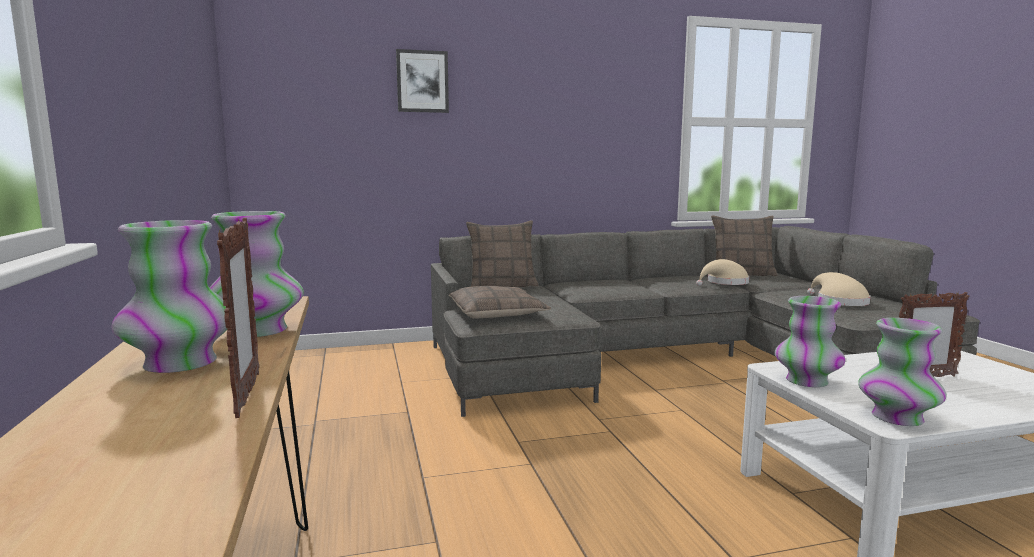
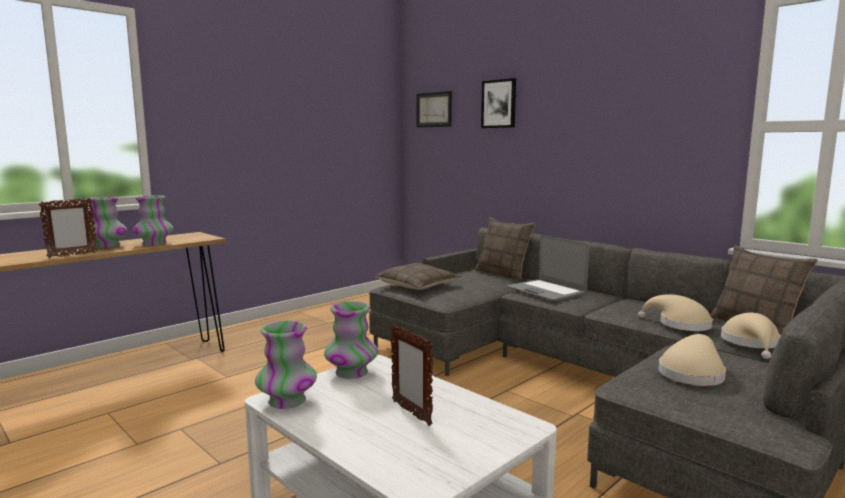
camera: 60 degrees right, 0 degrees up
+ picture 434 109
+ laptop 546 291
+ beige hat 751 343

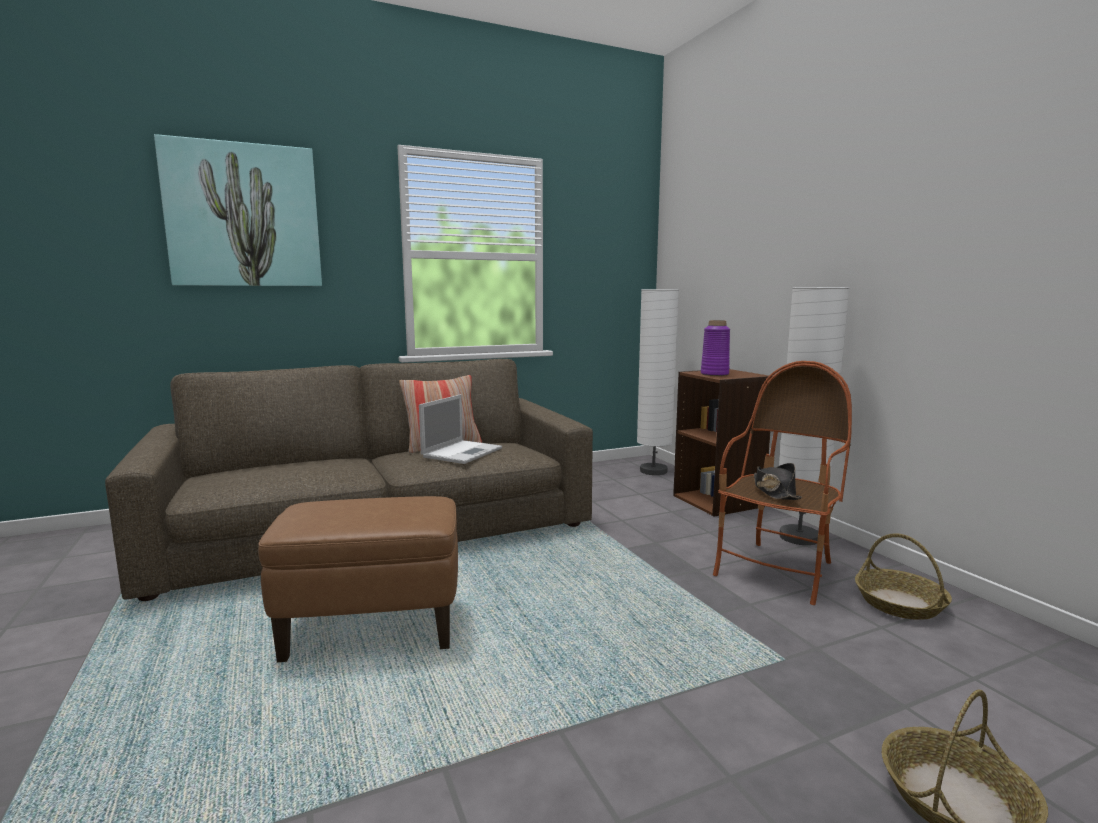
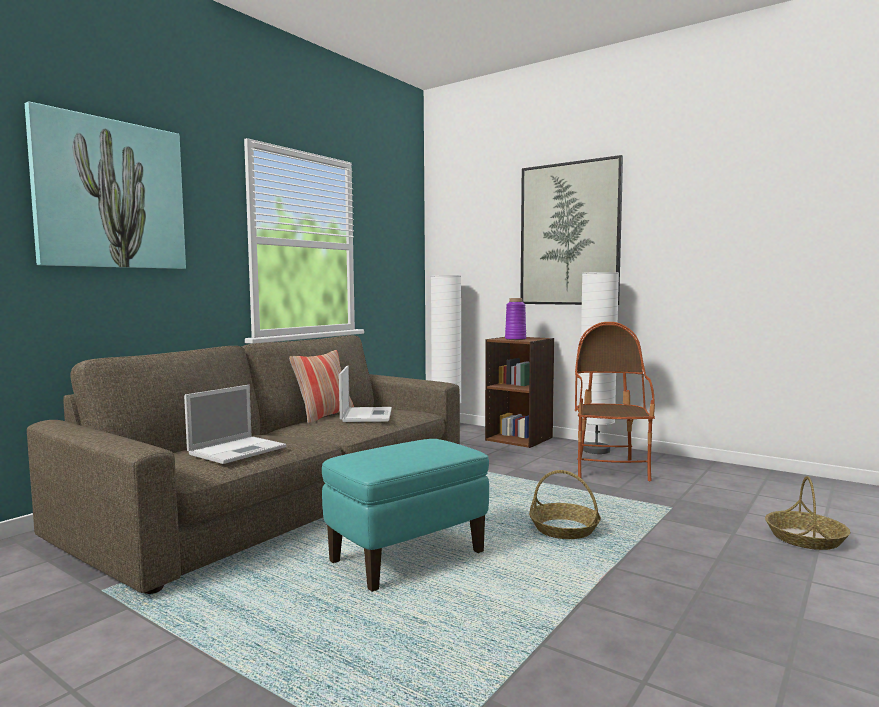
camera: 30 degrees left, 5 degrees down
+ laptop 238 450
~ brown ottoman 373 629 to turquoise ottoman 408 556
+ picture 569 234
~ basket 900 603 to 564 529
- black hat 774 491

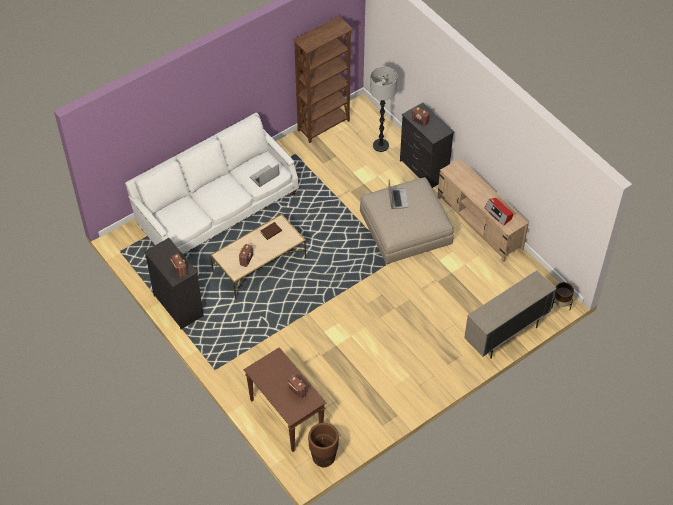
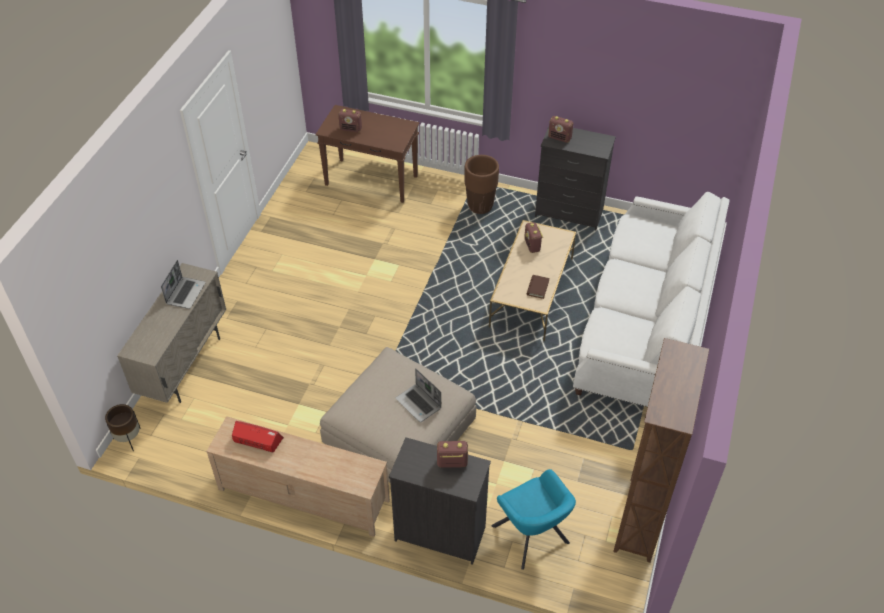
camera: 145 degrees right, 5 degrees down
~ laptop 264 177 to 185 293
~ brown planter 323 458 to 480 206
~ floor lamp 381 145 to turquoise armchair 532 536

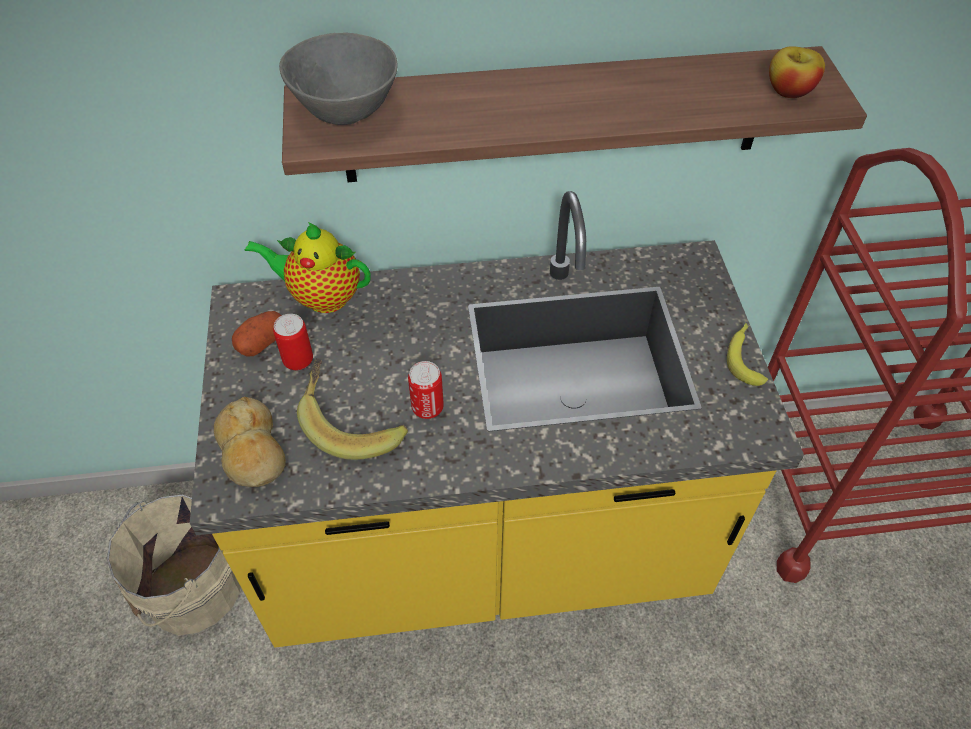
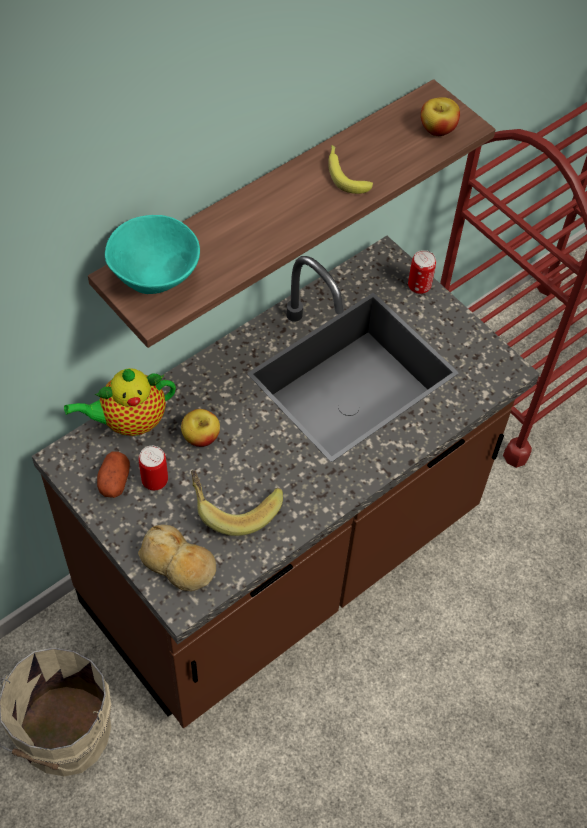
camera: 35 degrees left, 5 degrees up
~ yellow counter 485 547 to brown counter 284 563
~ grey bowl 345 113 to turquoise bowl 156 279
+ apple 201 437
~ banana 745 357 to 345 173
~ can 427 408 to 419 286

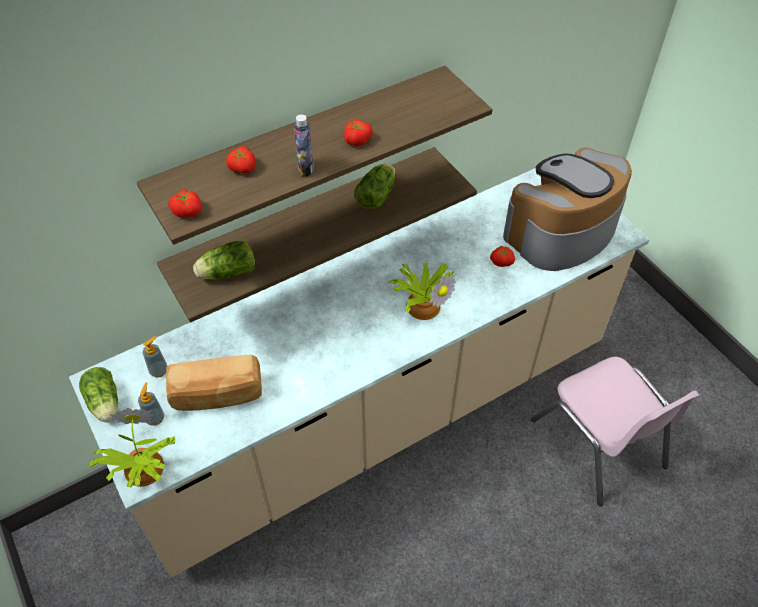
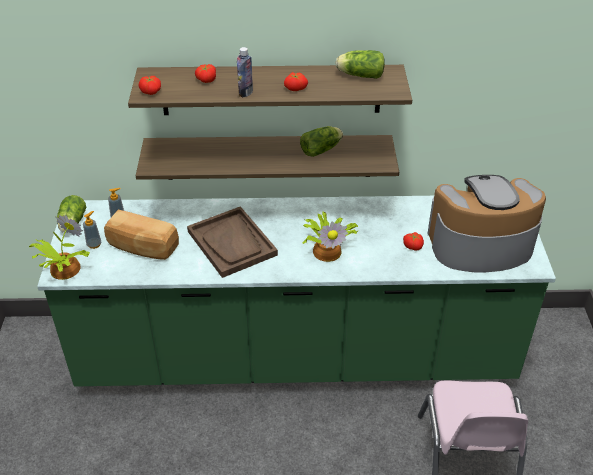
camera: 30 degrees right, 10 degrees down
~ beige counter 379 416 to green counter 296 357
+ brown tray 232 243
~ lettuce 226 273 to 359 75

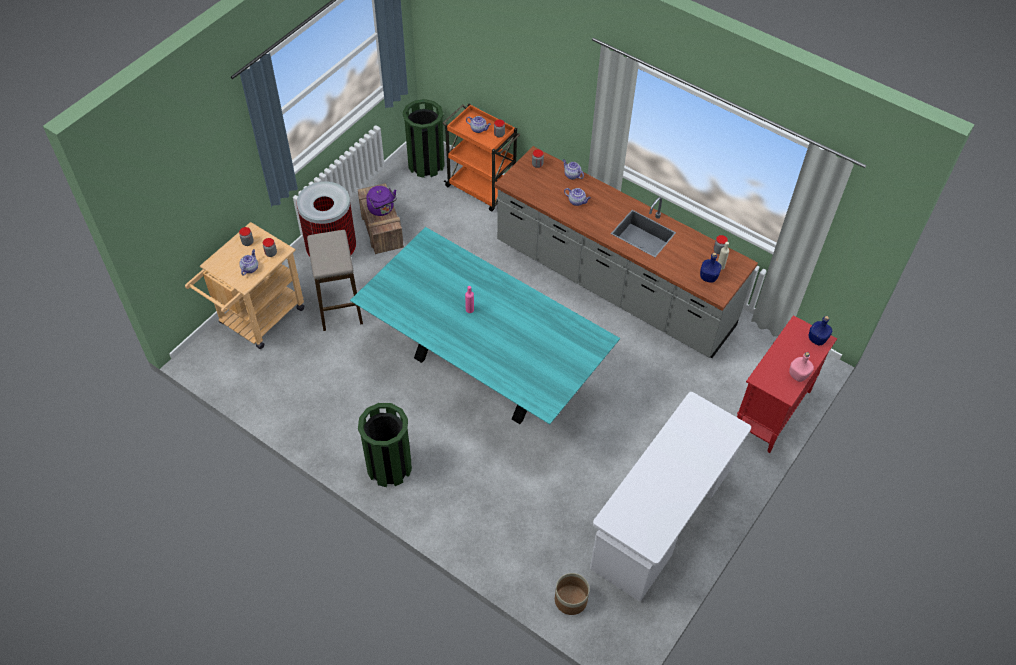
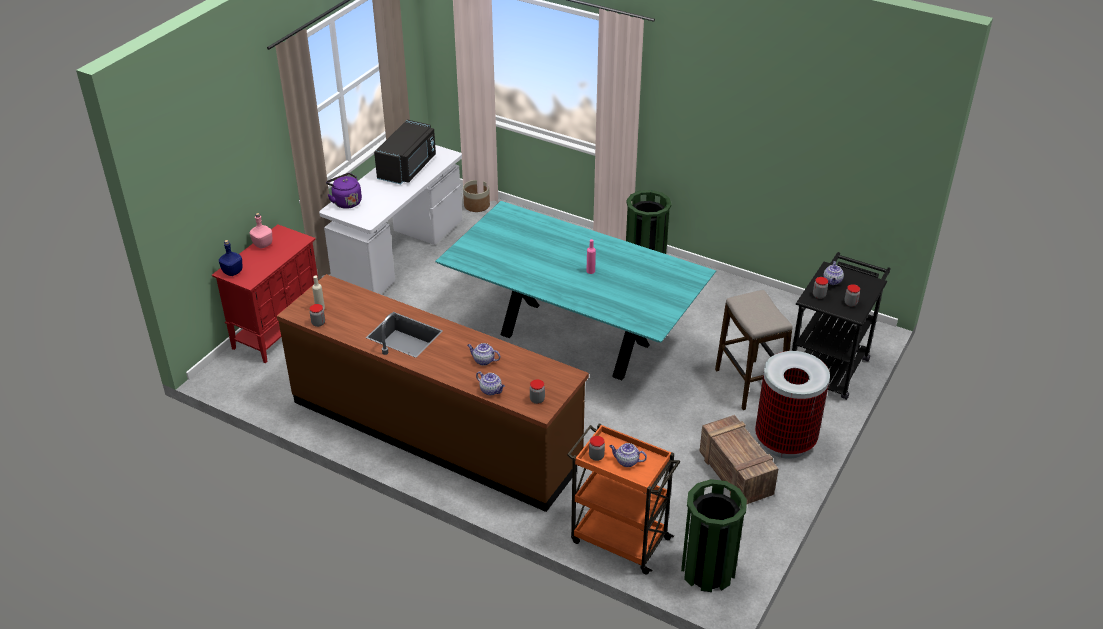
camera: 175 degrees right, 15 degrees down
~ grey counter 613 286 to brown counter 435 431
~ purple kettle 382 209 to 346 202
+ black microwave 408 167
~ beige cart 257 320 to black cart 830 364
- blue bottle 708 277

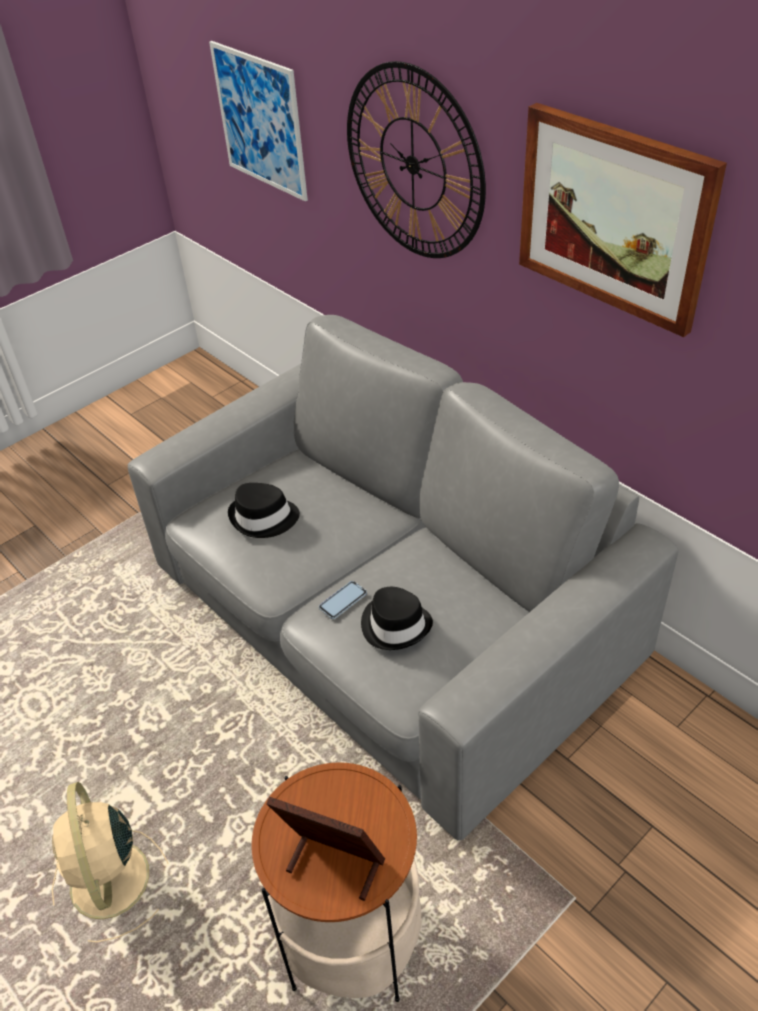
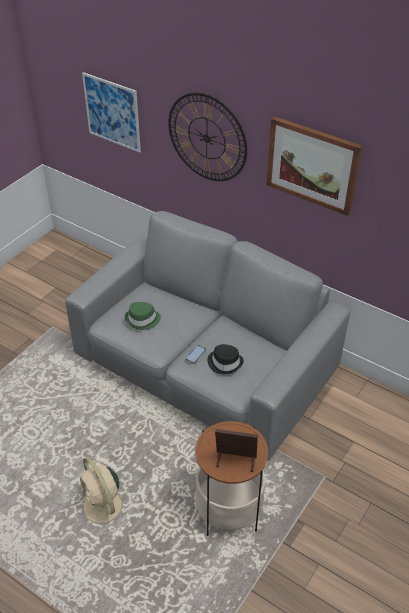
camera: 15 degrees left, 0 degrees up
~ black hat 264 518 to green hat 142 320

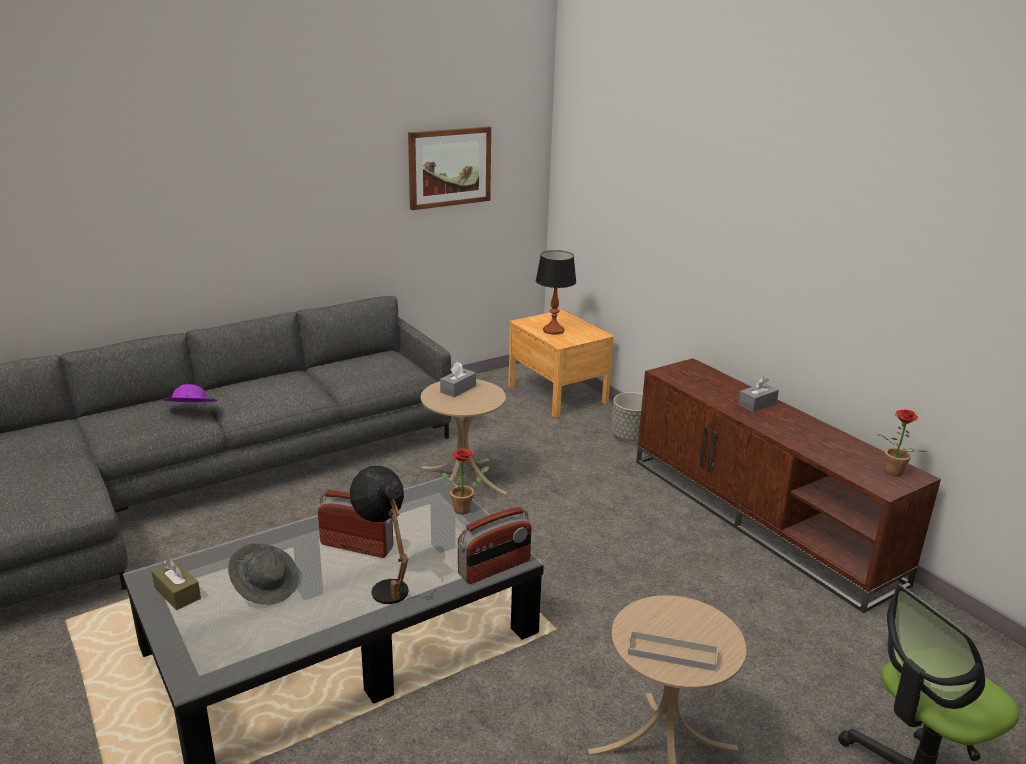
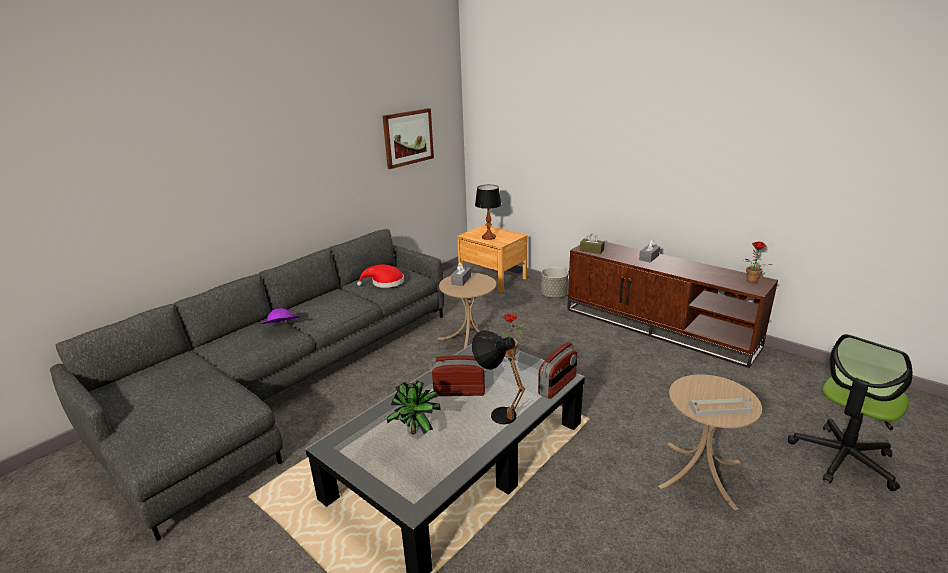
camera: 15 degrees left, 0 degrees up
+ red hat 385 283
~ grey hat 266 586 to potted plant 417 432
~ brown tissue box 177 593 to 591 250

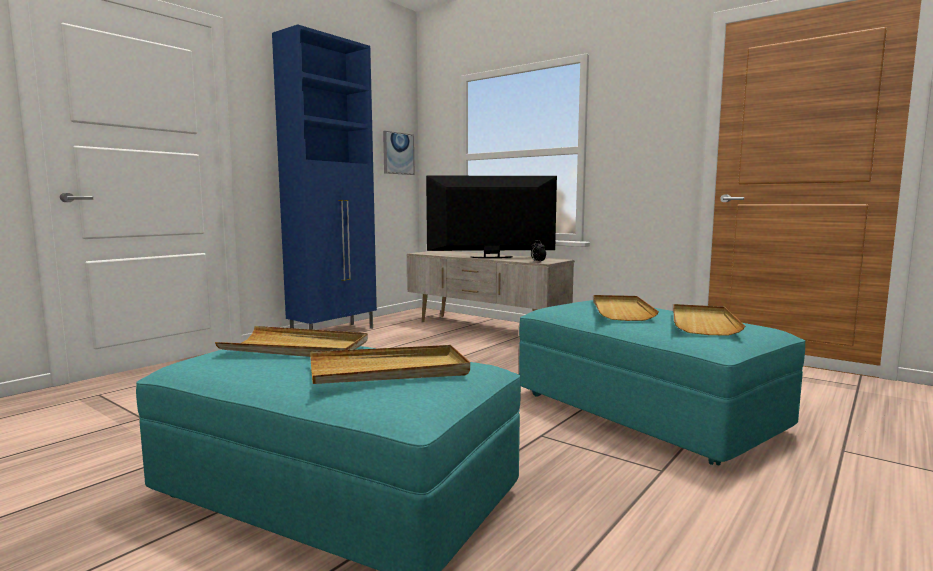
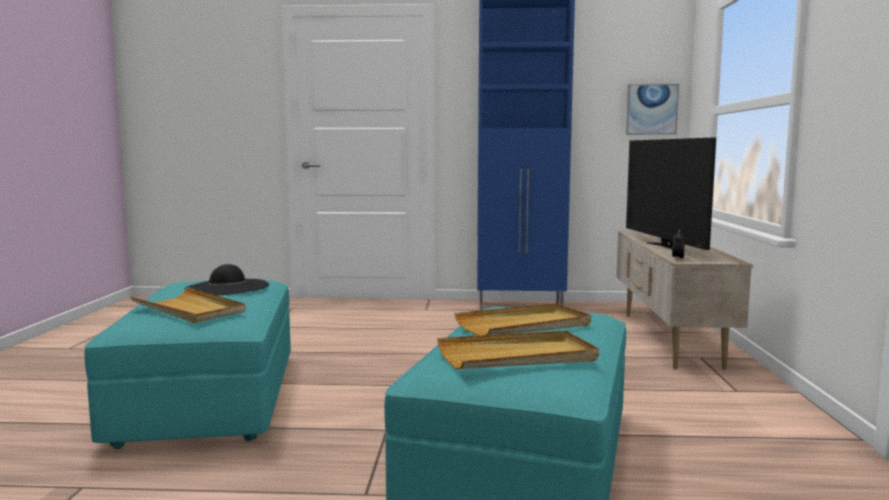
camera: 55 degrees right, 0 degrees up
~ beige tray 296 348 to black hat 227 287
~ television 491 257 = 665 247 150 degrees counterclockwise

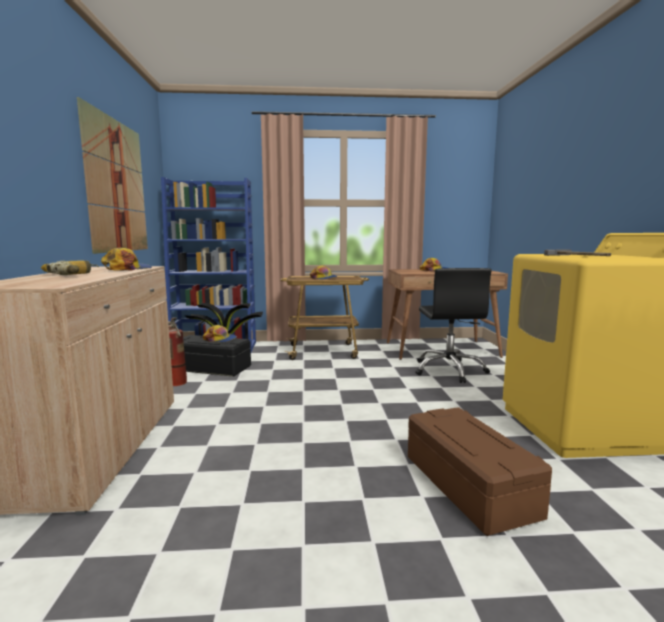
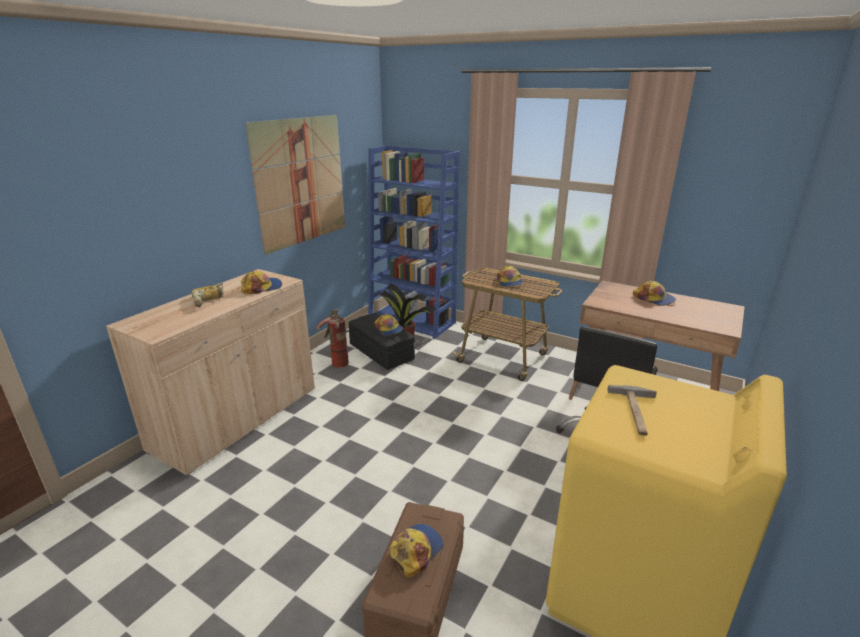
camera: 35 degrees right, 15 degrees up
+ cap 416 550

